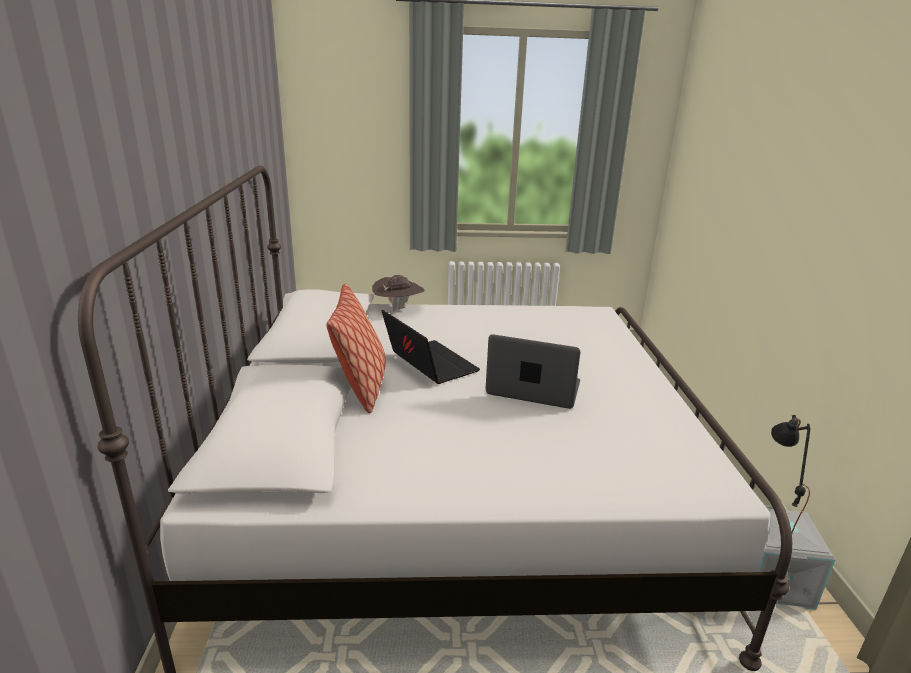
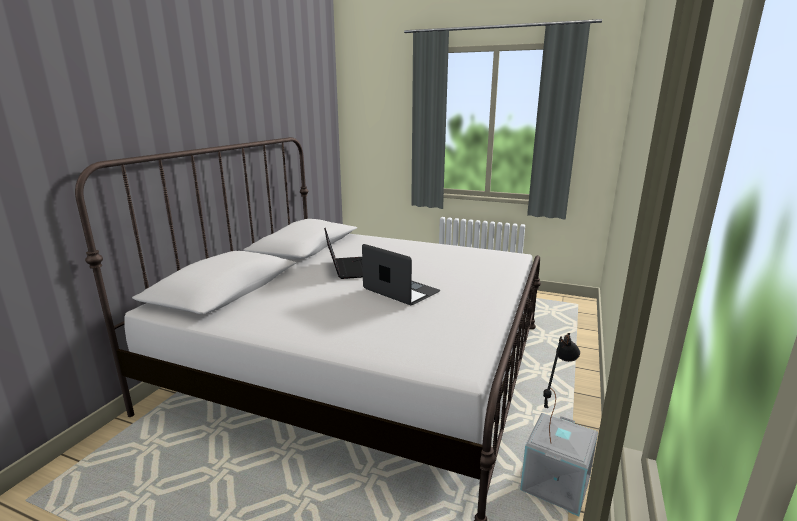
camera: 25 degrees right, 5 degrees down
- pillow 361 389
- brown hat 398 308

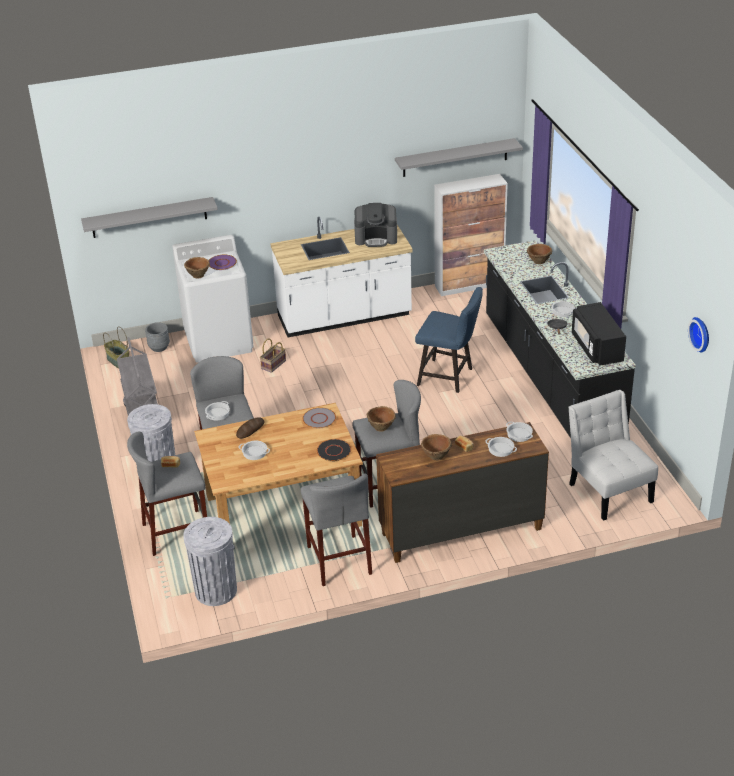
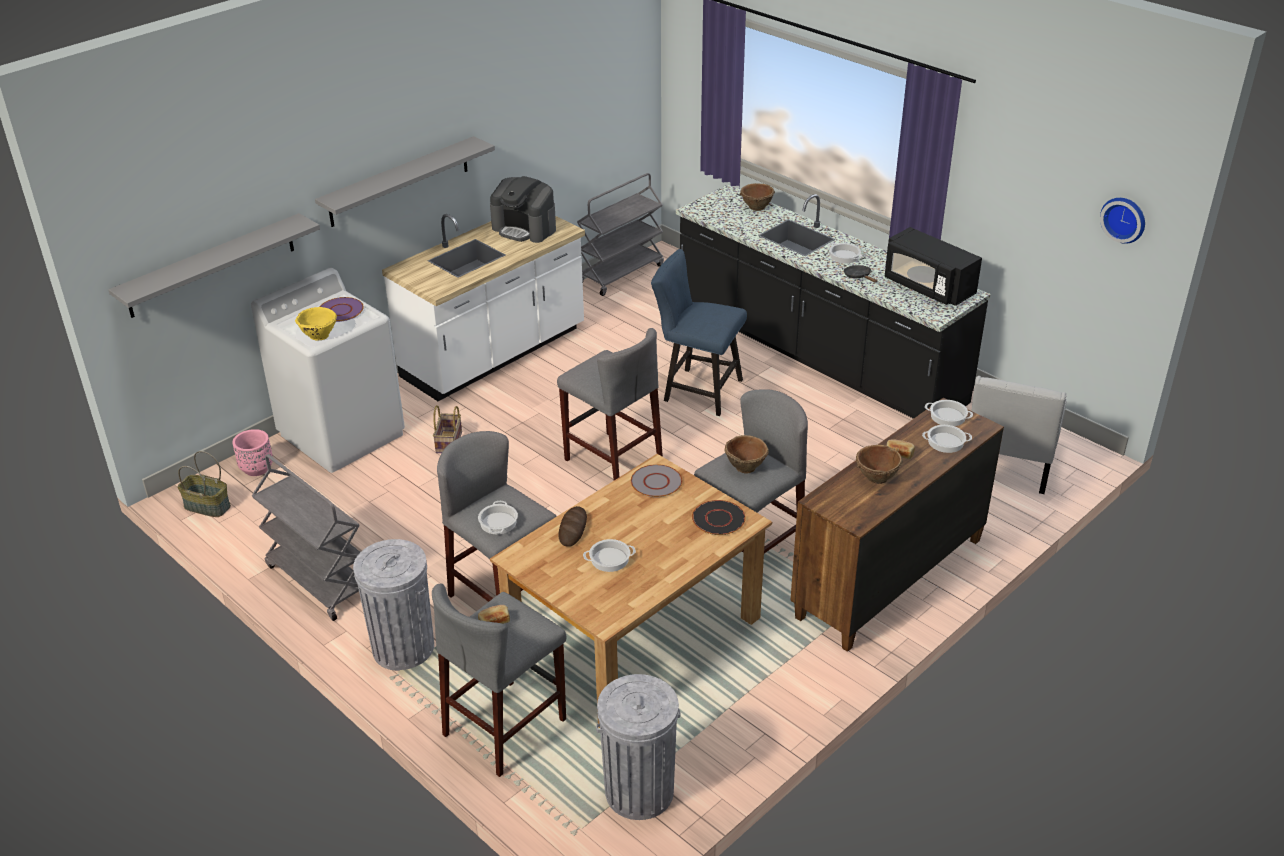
camera: 30 degrees left, 0 degrees up
~ grey planter 159 347 to pink planter 256 468
~ brown bowl 198 275 to yellow bowl 318 335
~ grey shelf 455 157 to 399 182
~ coffee machine 376 238 = 525 229 60 degrees clockwise
~ grey stool 339 560 to 613 461
~ cabinet 469 285 to grey cart 621 273
~ blue chair 449 377 = 697 390 150 degrees counterclockwise
~ white chair 608 490 = 1007 465 105 degrees counterclockwise

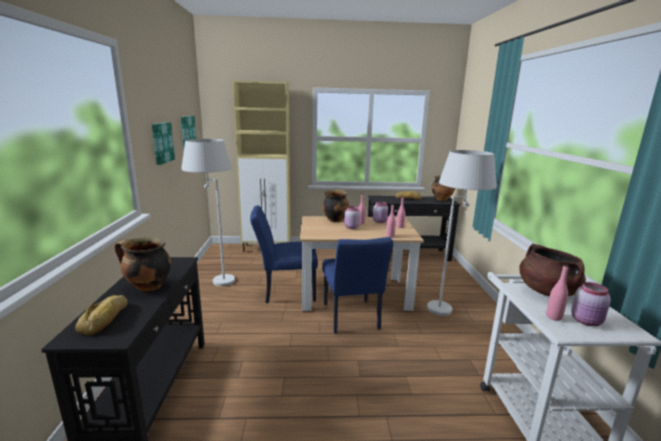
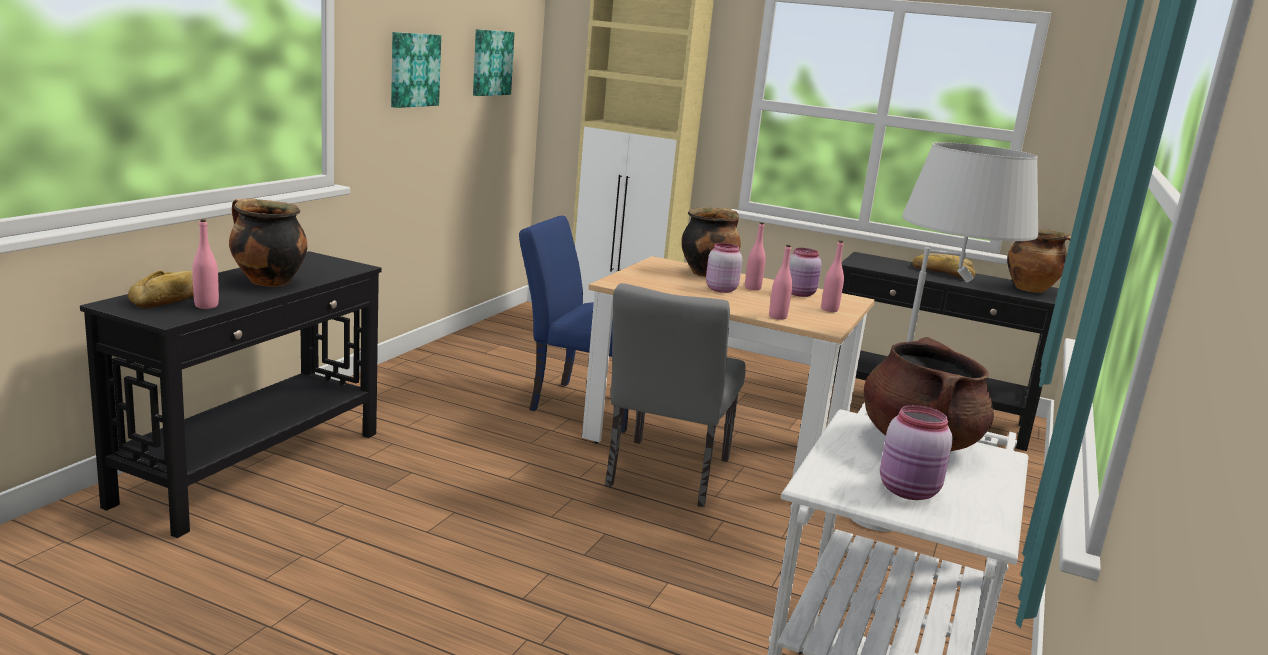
camera: 25 degrees right, 0 degrees up
~ pink bottle 553 317 to 206 306
~ blue chair 352 319 to grey chair 664 477
- white floor lamp 215 278

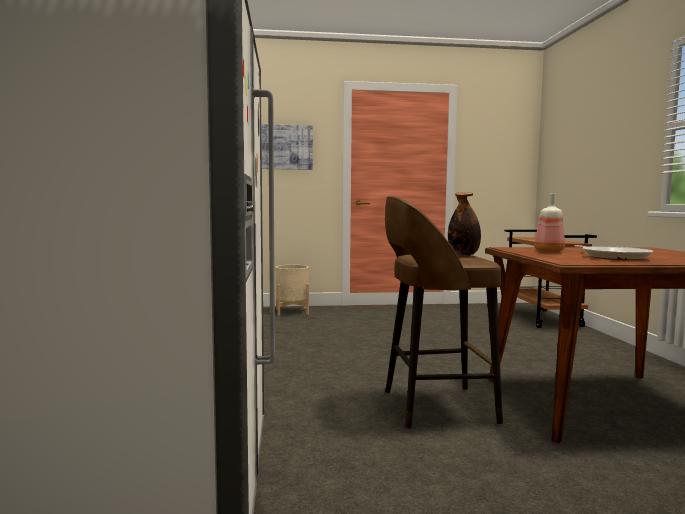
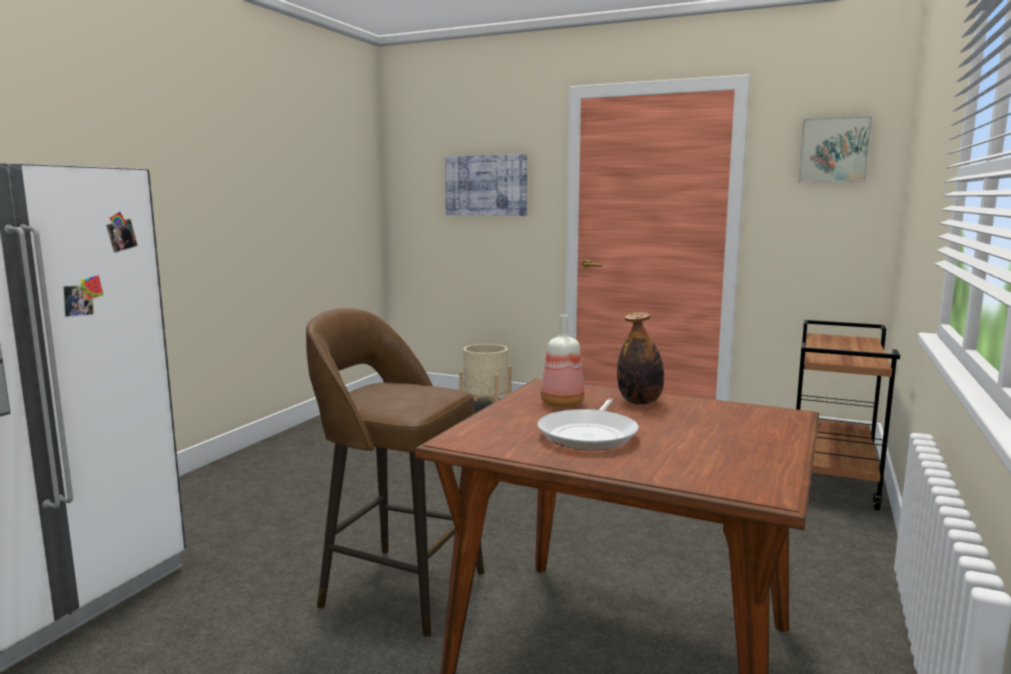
camera: 30 degrees right, 5 degrees up
~ bottle 463 255 to 640 402
+ picture 834 150

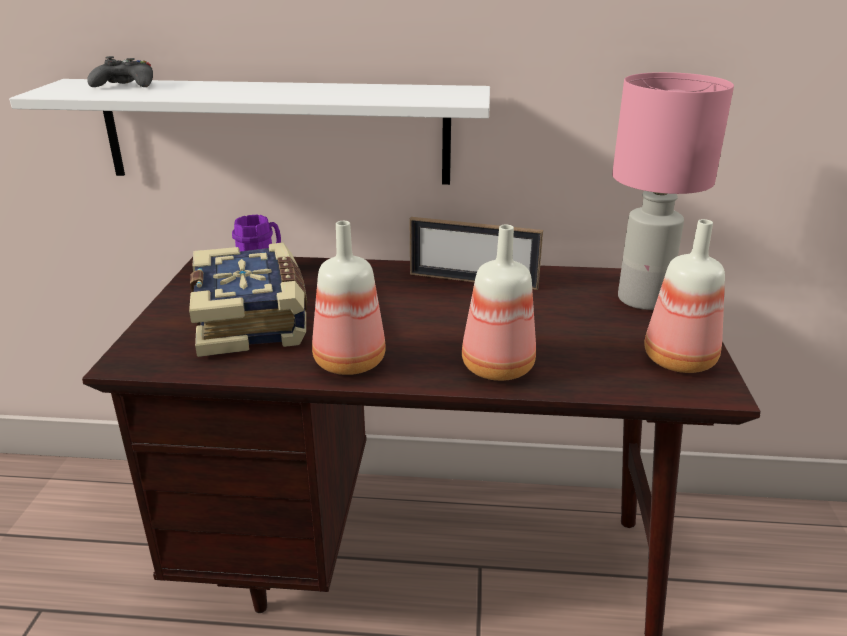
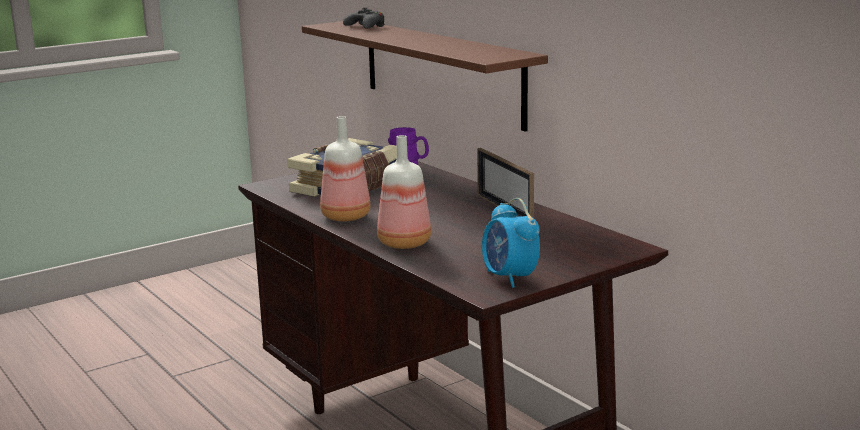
camera: 50 degrees right, 10 degrees down
~ white shelf 276 132 to brown shelf 441 71
~ bottle 681 360 to alarm clock 509 278
- pink table lamp 643 298

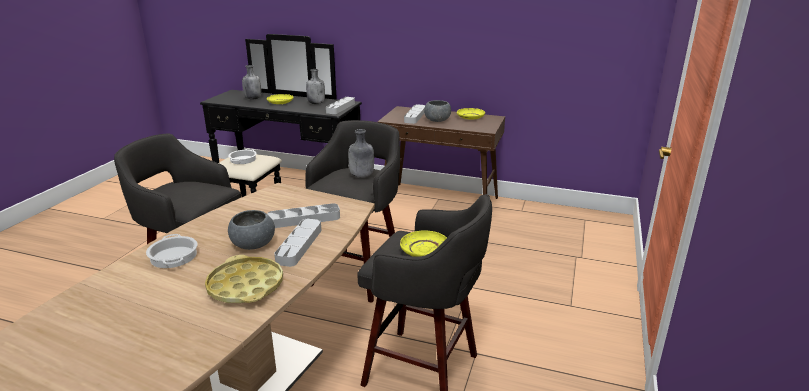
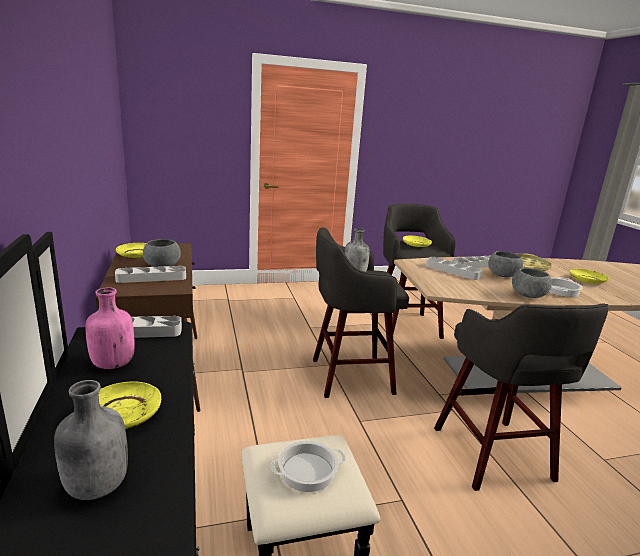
camera: 125 degrees left, 5 degrees down
~ grey bottle 317 103 to pink bottle 112 364
+ grey bowl 528 295
+ yellow plate 586 280

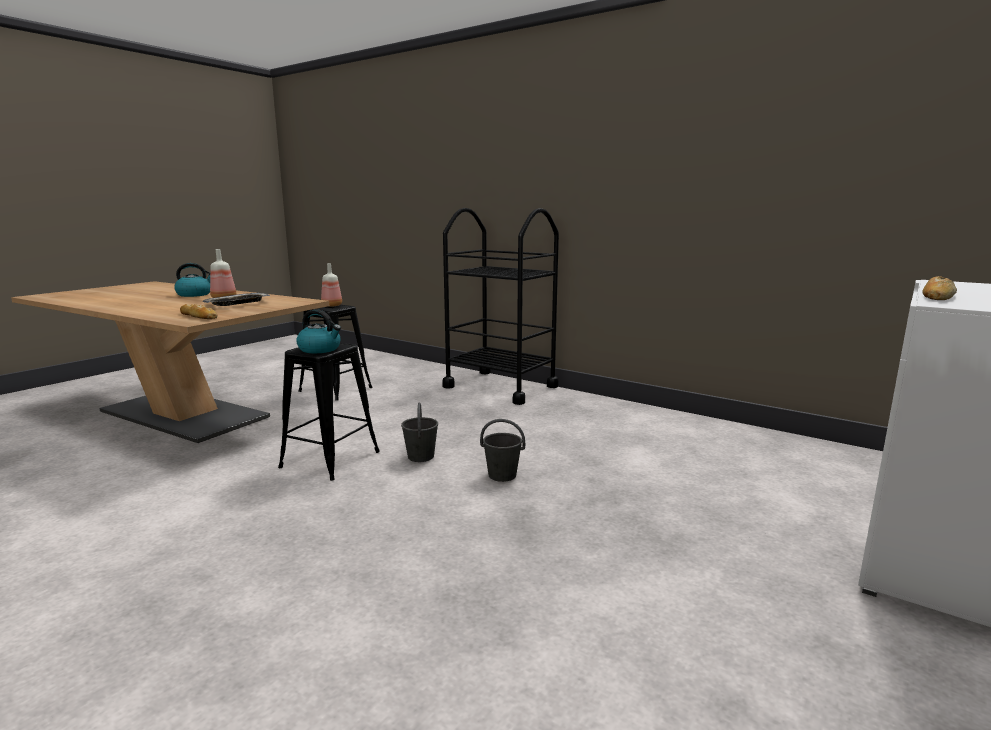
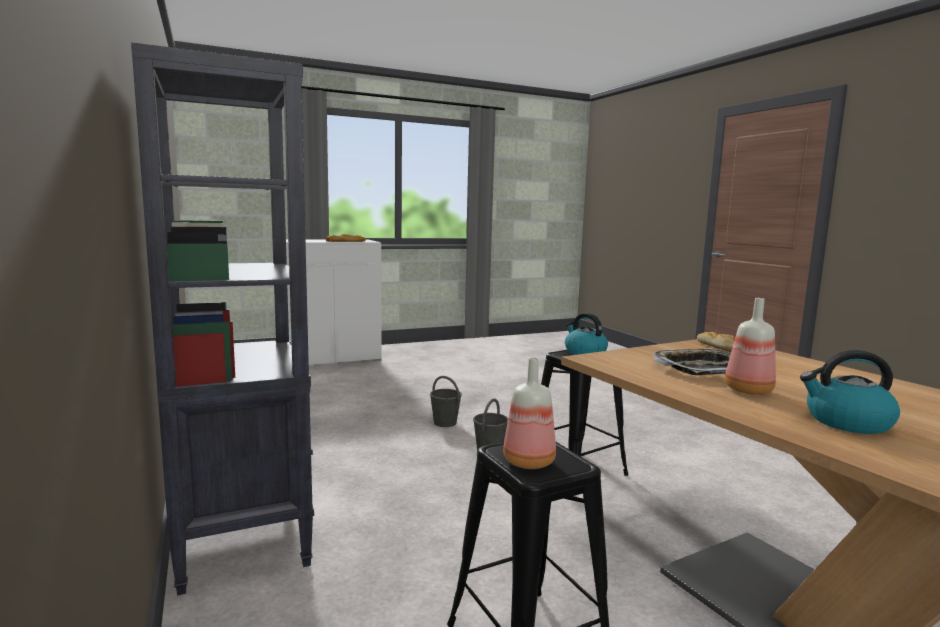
camera: 150 degrees left, 5 degrees down
~ black cart 500 387 to black bookcase 243 536

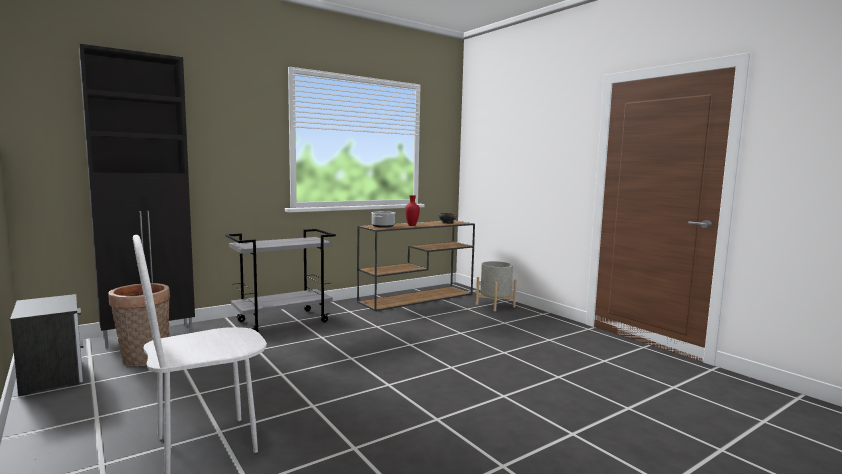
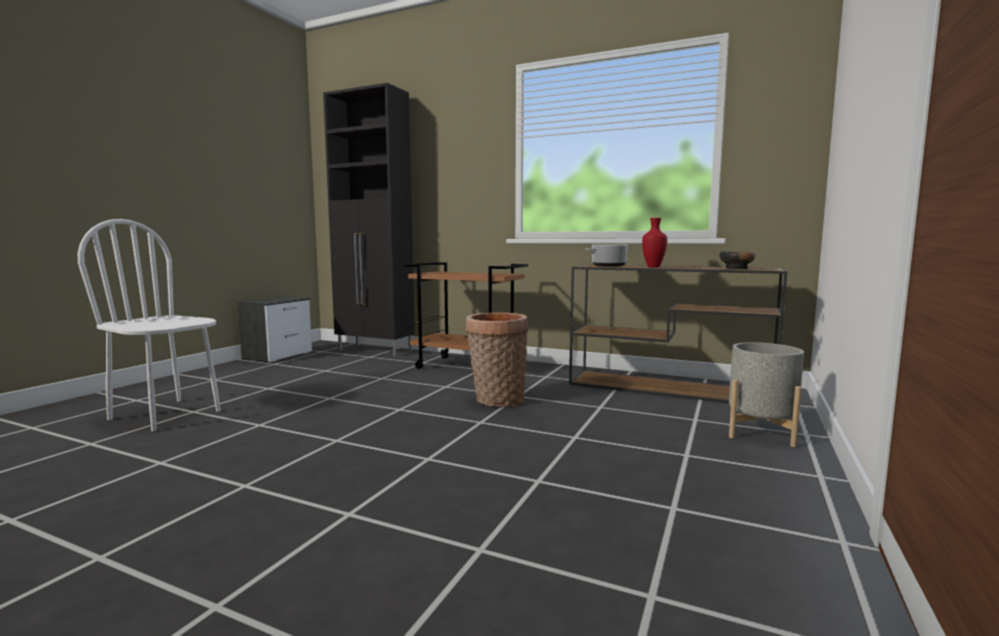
camera: 60 degrees right, 0 degrees up
~ grey cart 283 321 to brown cart 468 367
~ basket 144 360 to 496 400

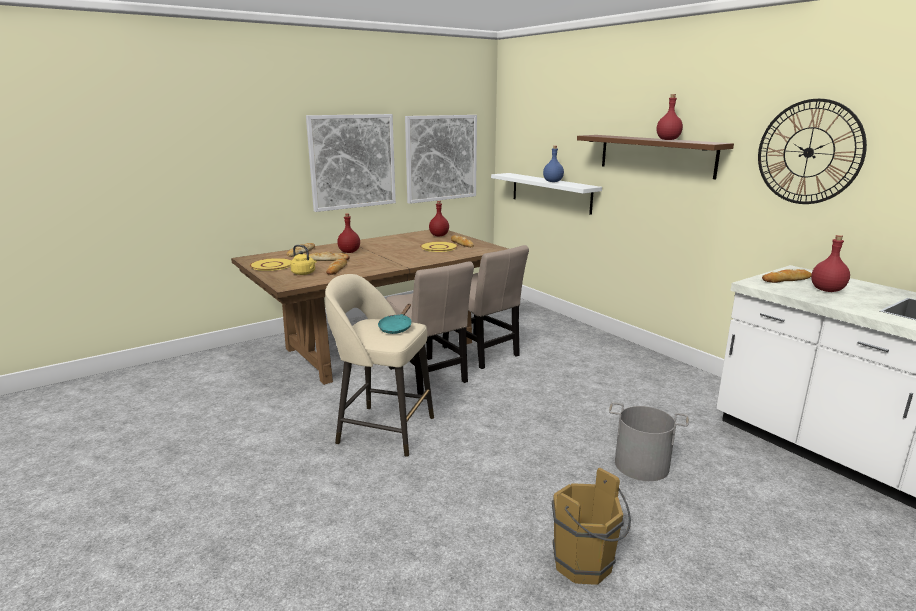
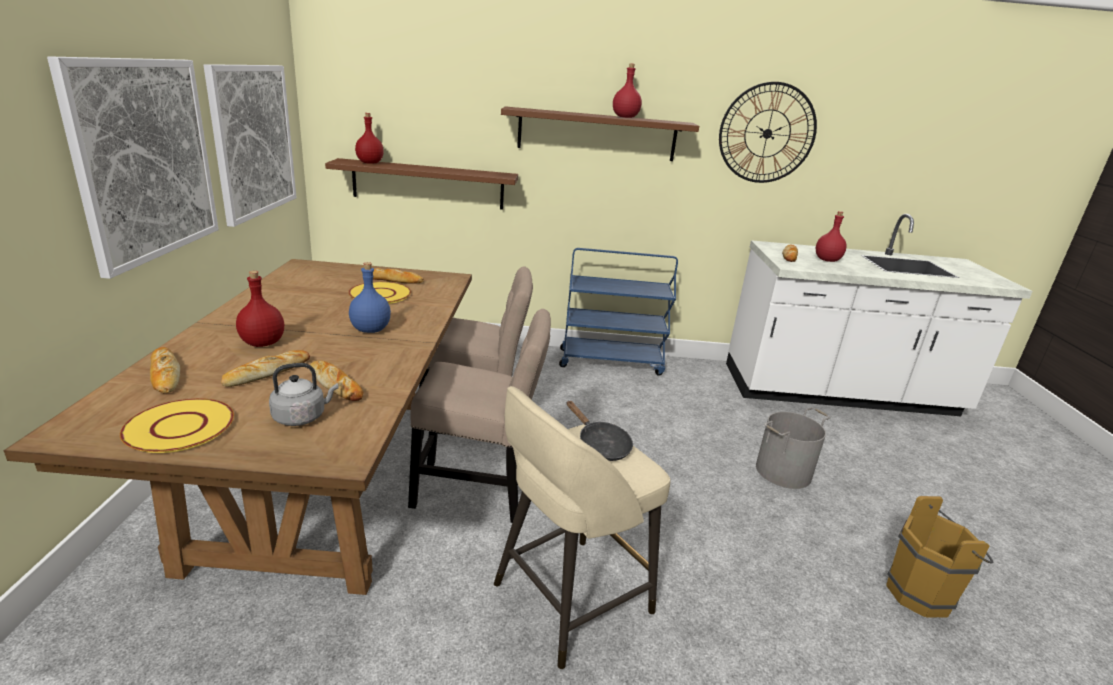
camera: 55 degrees left, 5 degrees up
~ yellow kettle 304 273 to grey kettle 302 417
~ white shelf 550 192 to brown shelf 428 184
~ blue bottle 553 181 to 371 330
~ red bottle 438 235 to 369 163
+ blue cart 611 362
~ turquoise frying pan 396 327 to black frying pan 600 445

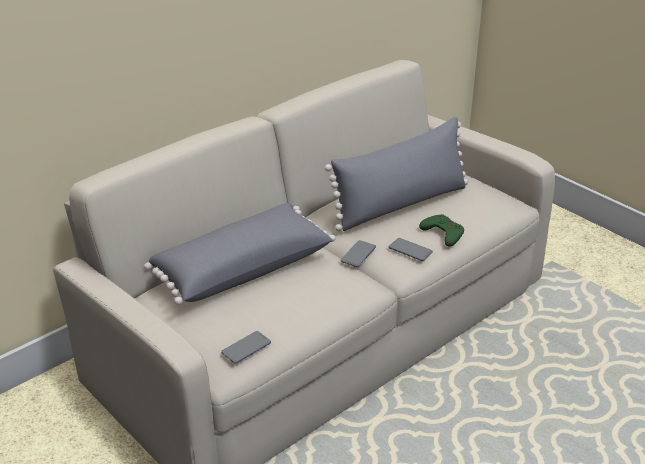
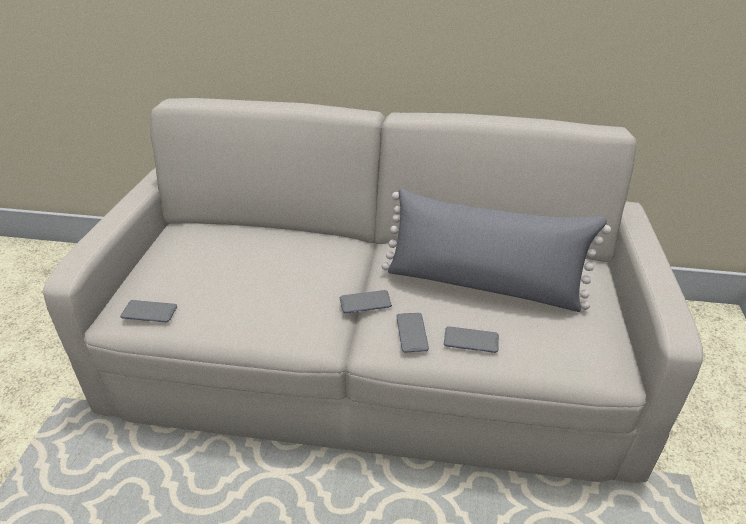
camera: 50 degrees right, 5 degrees up
~ green game controller 443 233 to phone 471 340
- grey pillow 241 269

